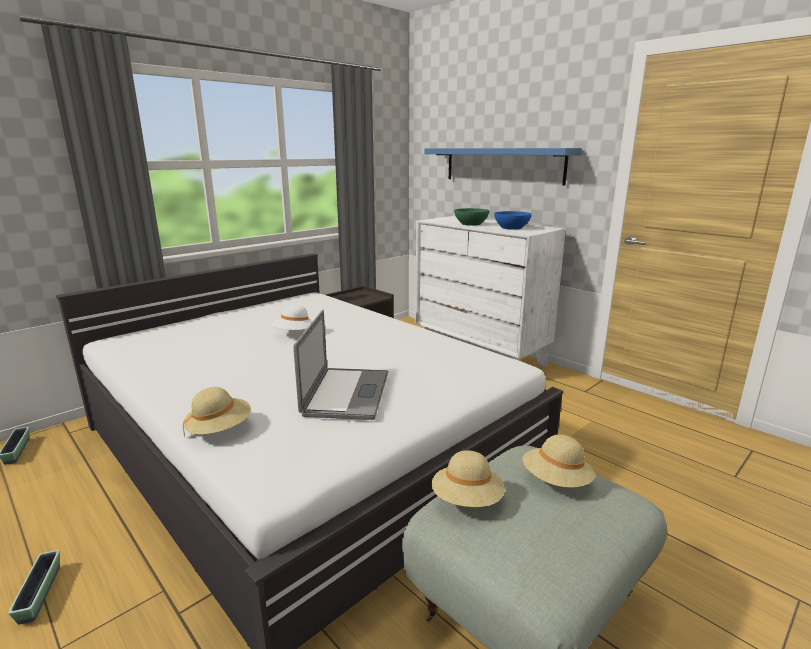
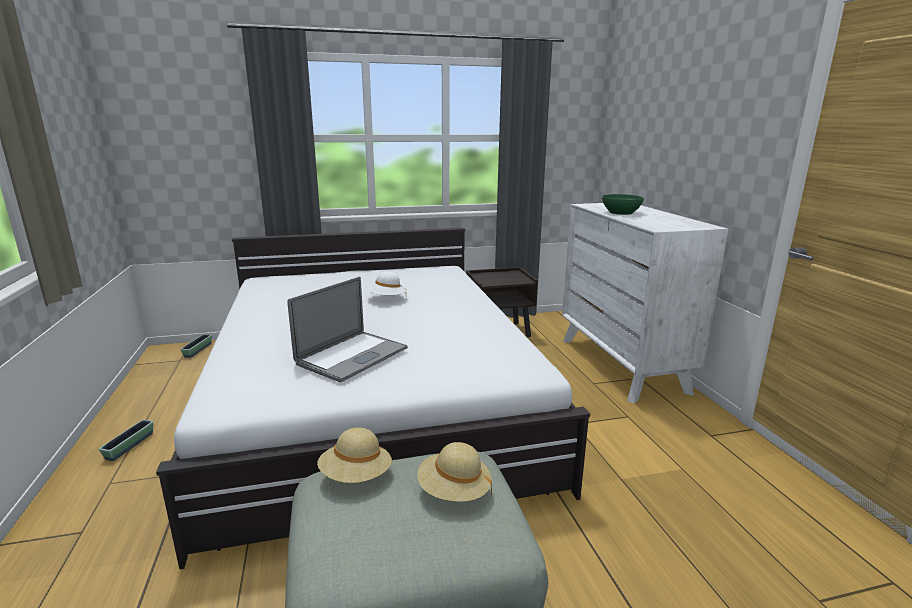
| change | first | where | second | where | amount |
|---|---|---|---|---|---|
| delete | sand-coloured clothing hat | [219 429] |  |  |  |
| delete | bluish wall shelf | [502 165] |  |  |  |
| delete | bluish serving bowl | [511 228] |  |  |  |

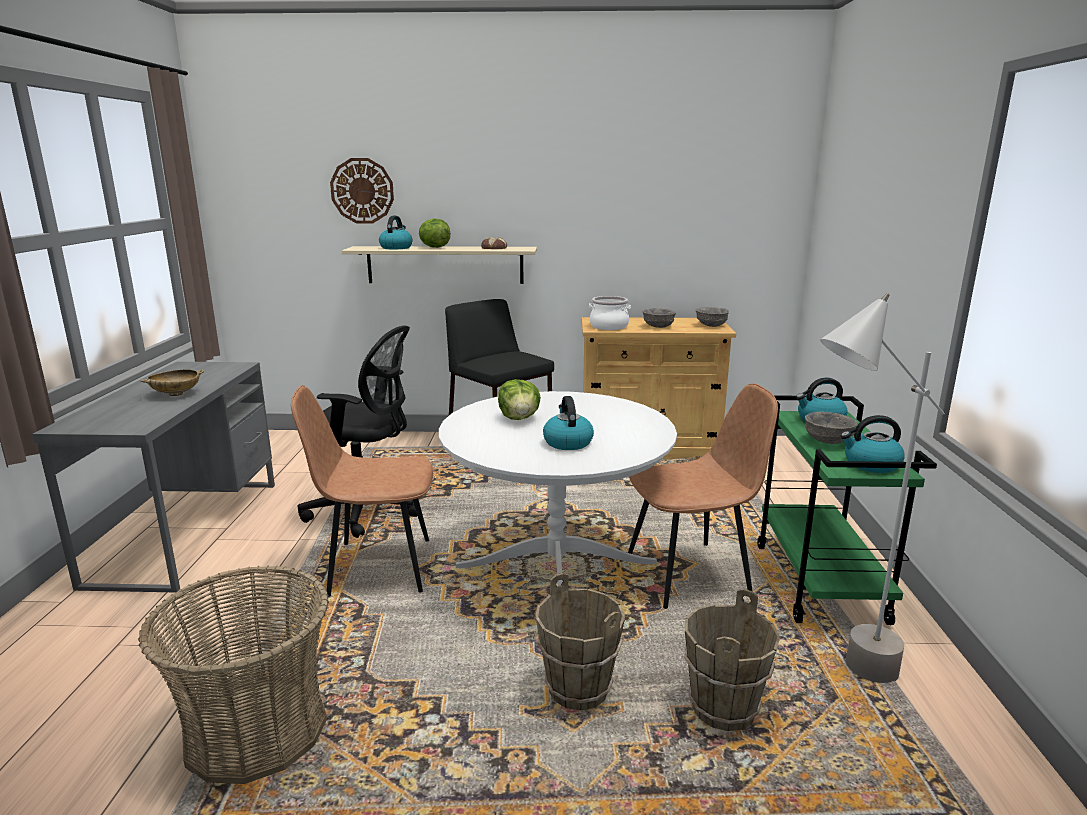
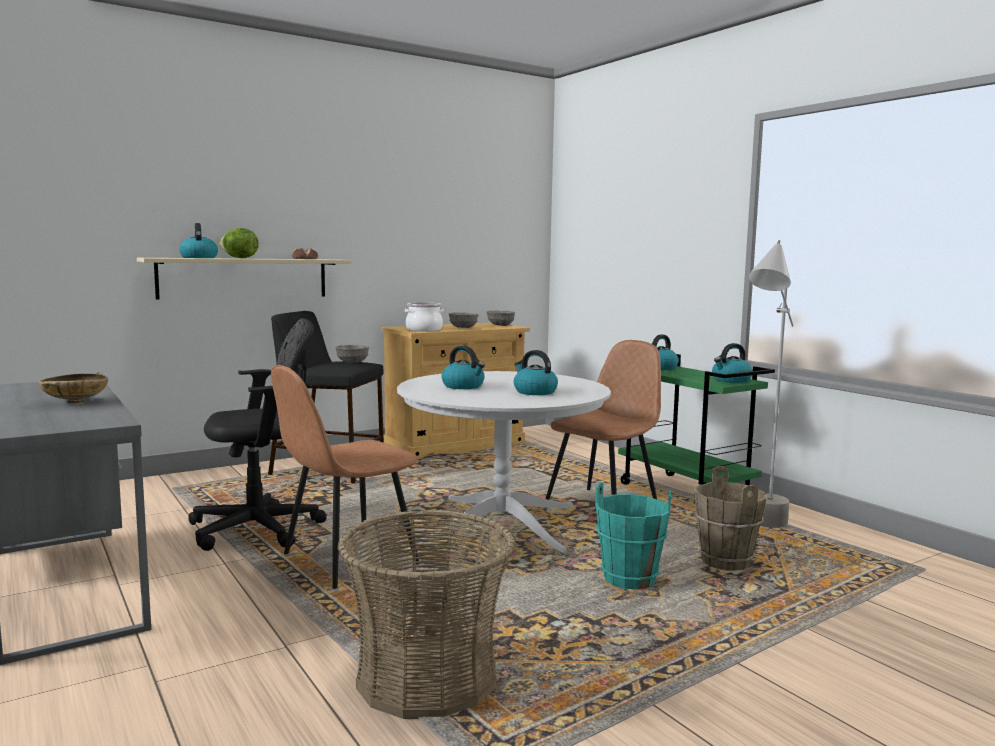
| change | first | where | second | where | amount |
|---|---|---|---|---|---|
| move | grey serving bowl | [827 441] |  | [352 362] |  |
| replace | lettuce | [519 418] | water kettle | [463 386] |  |
| recolor | brown bucket | [578 690] | turquoise bucket | [629 580] |  |
| delete | hanging clock | [362 191] |  |  |  |

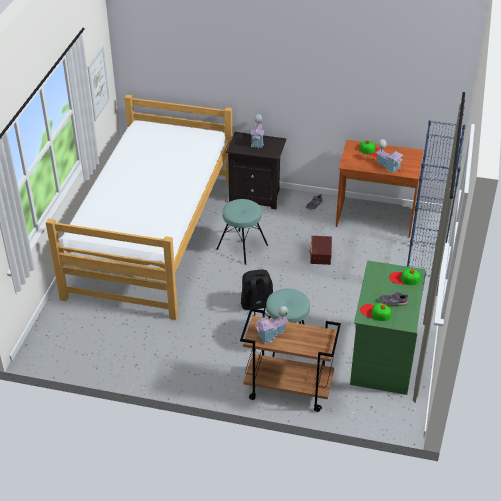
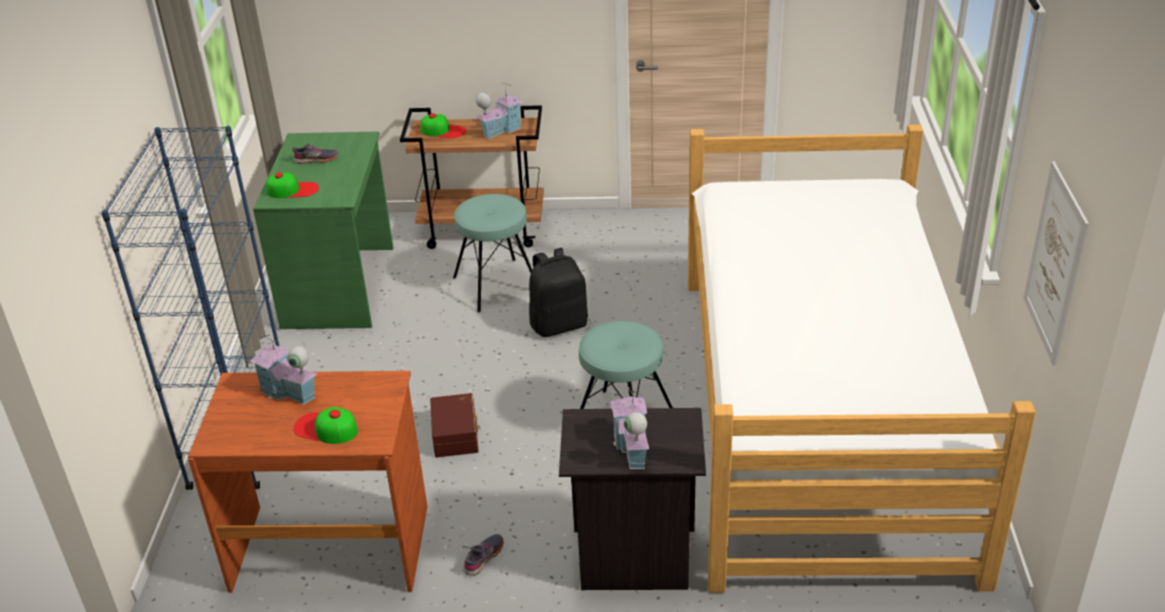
| change | first | where | second | where | amount |
|---|---|---|---|---|---|
| move | baseball cap | [375 312] |  | [443 130] |  |

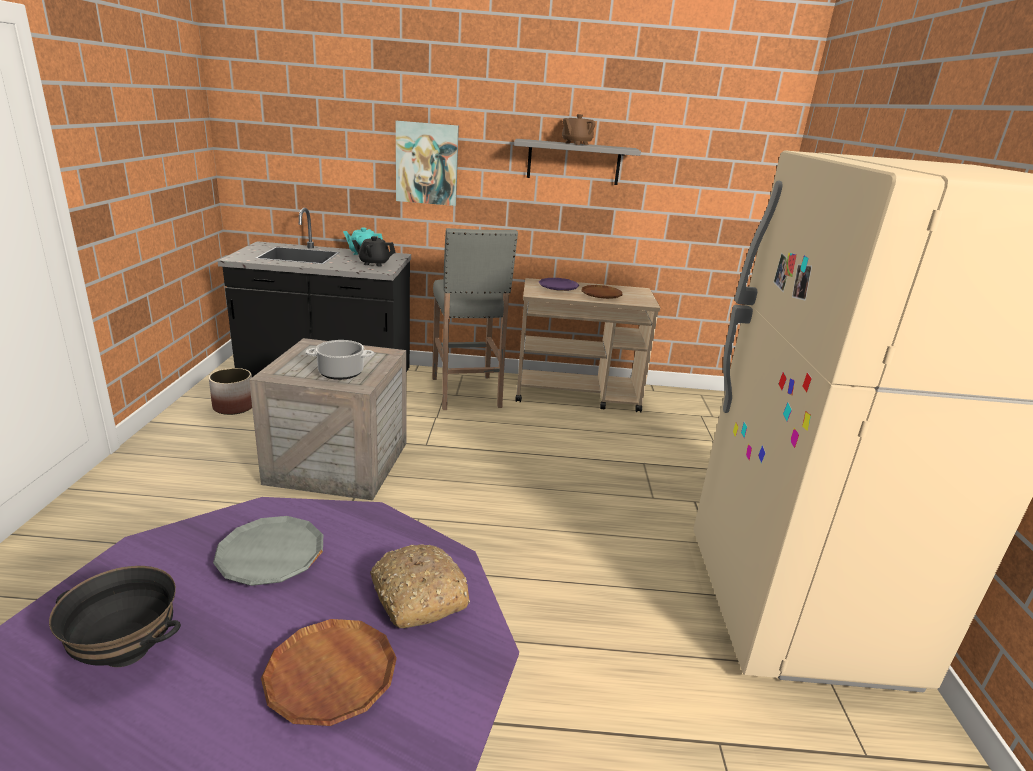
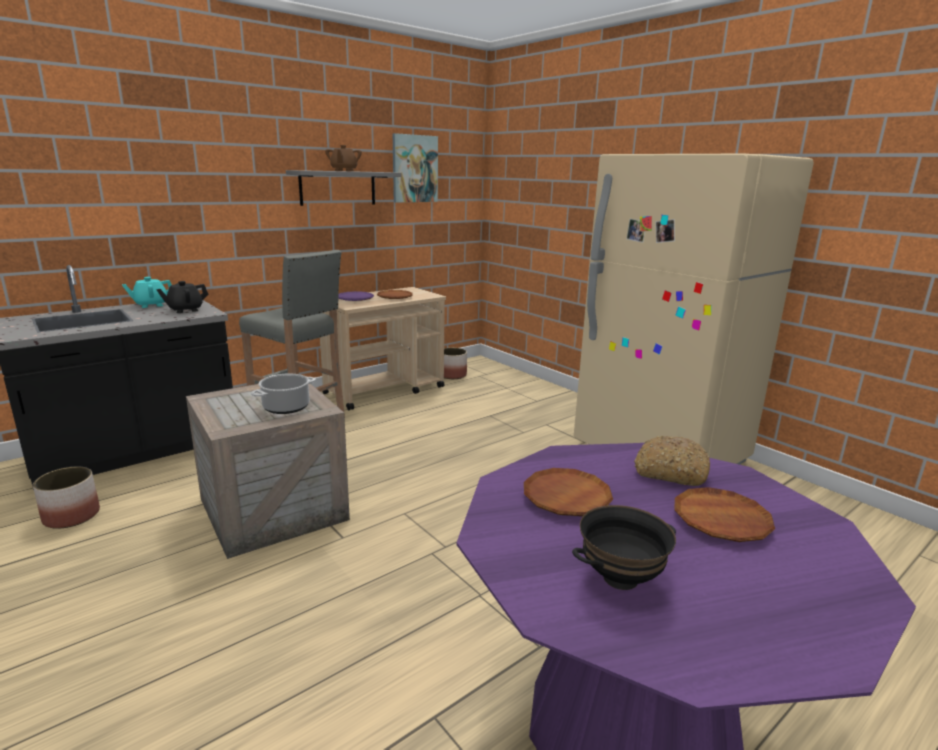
| change | first | where | second | where | amount |
|---|---|---|---|---|---|
| move | picture | [427 163] |  | [414 169] |  |
| insert |  |  | planter | [452 375] |  |
| recolor | grey dinner plate | [271 556] | brown dinner plate | [566 497] |  |

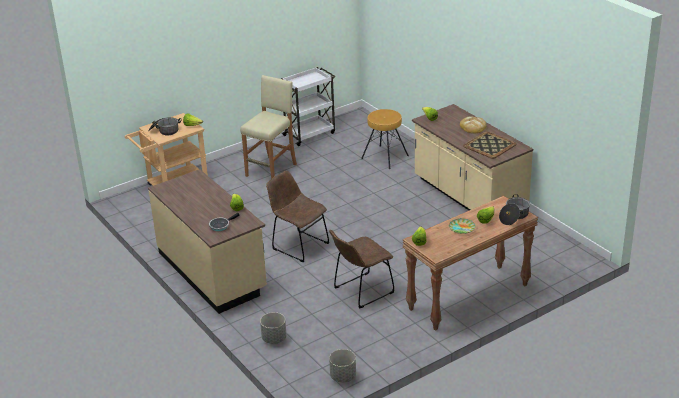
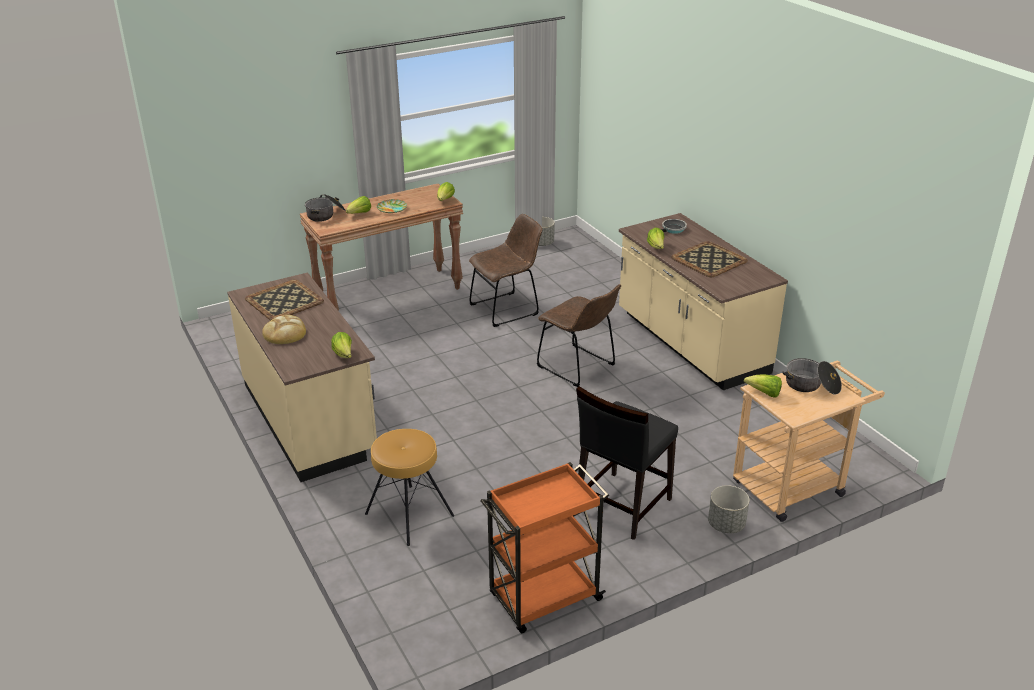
| change | first | where | second | where | amount |
|---|---|---|---|---|---|
| recolor | whitish trolley | [310 134] | orange-coloured trolley | [543 598] |  |
| replace | sand-coloured sitting stool | [272 170] | black upright chair | [621 505] |  |
| insert |  |  | tray | [710 260] |  |
| move | grey planter | [274 338] |  | [726 524] |  |

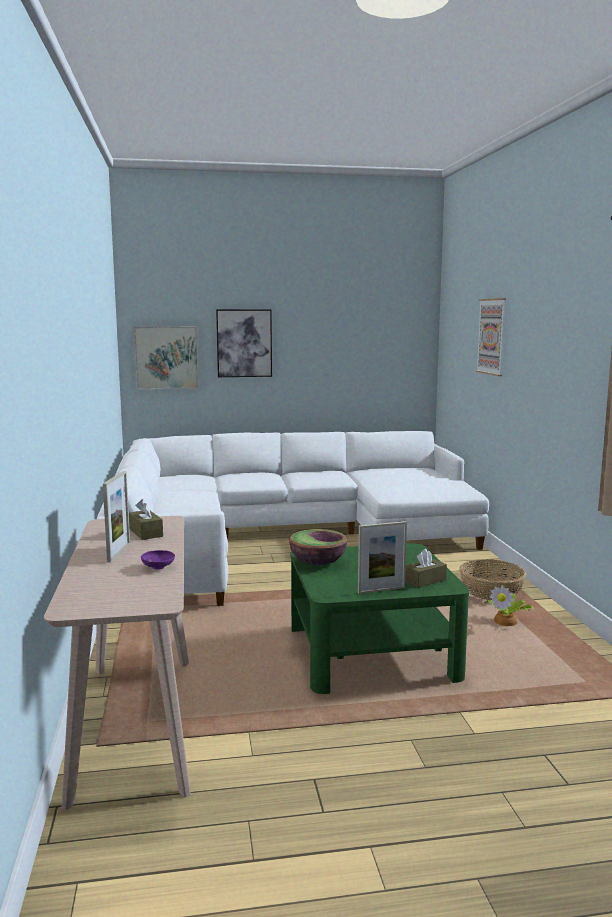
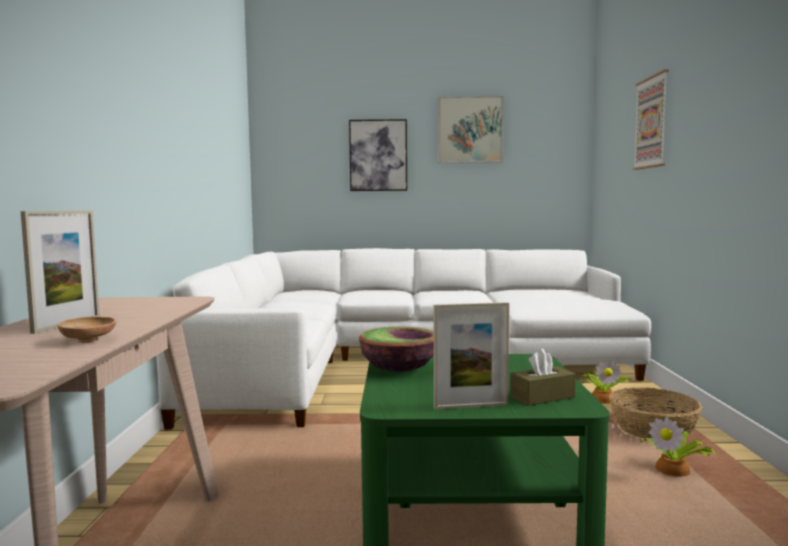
| change | first | where | second | where | amount |
|---|---|---|---|---|---|
| recolor | purple-coloured serving bowl | [158 567] | brown serving bowl | [88 340] |  |
| move | picture | [166 357] |  | [470 129] |  |
| insert |  |  | potted plant | [603 399] |  |
| delete | brown box of tissues | [146 533] |  |  |  |

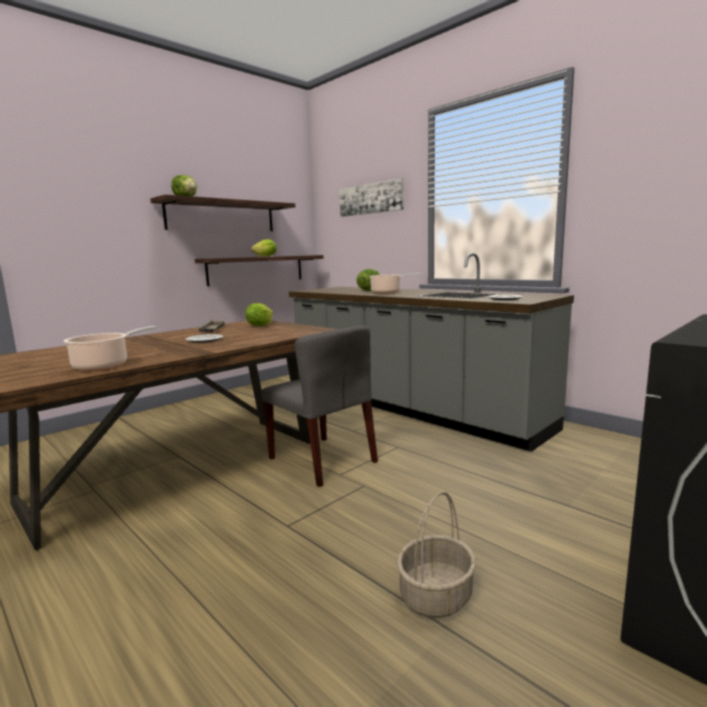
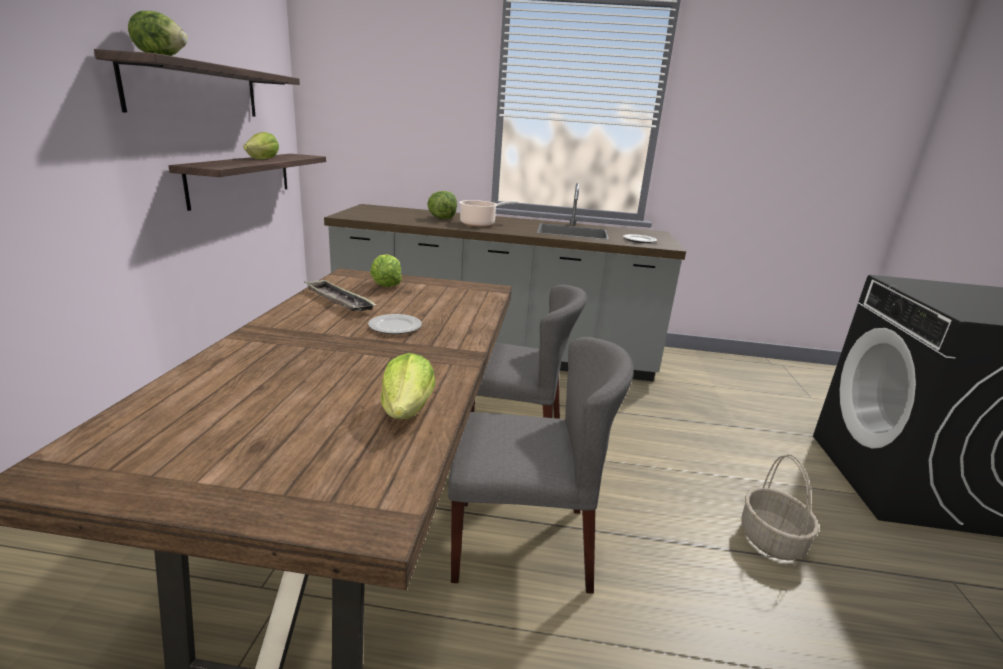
| change | first | where | second | where | amount |
|---|---|---|---|---|---|
| replace | cooking pot | [104 365] | lettuce | [407 410] |  |
| insert |  |  | grey upright chair | [522 542] |  |
| delete | picture | [371 198] |  |  |  |

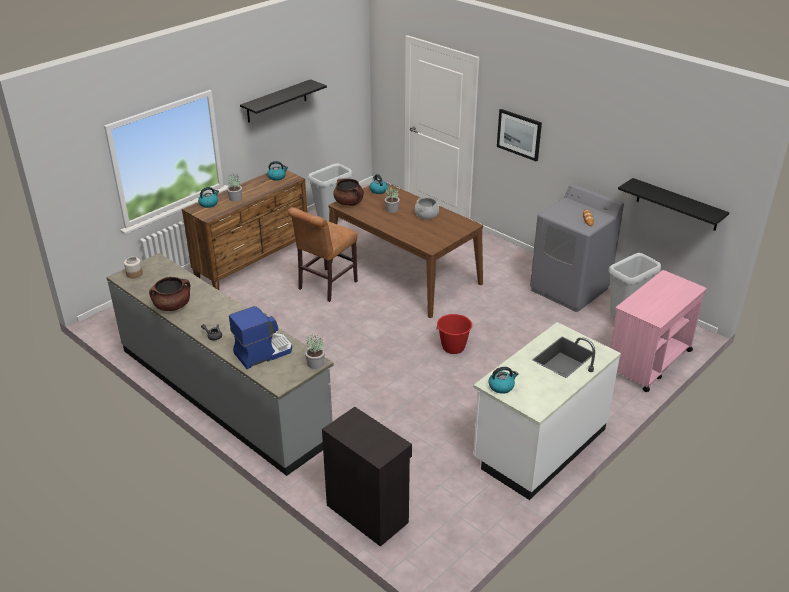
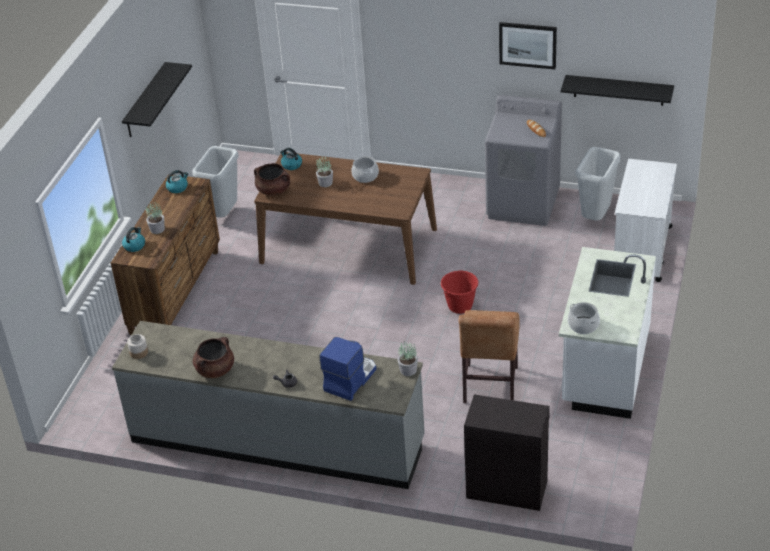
| change | first | where | second | where | amount |
|---|---|---|---|---|---|
| move | brown upright chair | [325 286] |  | [489 387] |  |
| move | picture | [519 134] |  | [527 45] |  |
| replace | water kettle | [501 386] | cooking pot | [583 325] |  |
| recolor | pink trolley | [648 361] | whitish trolley | [642 251] |  |

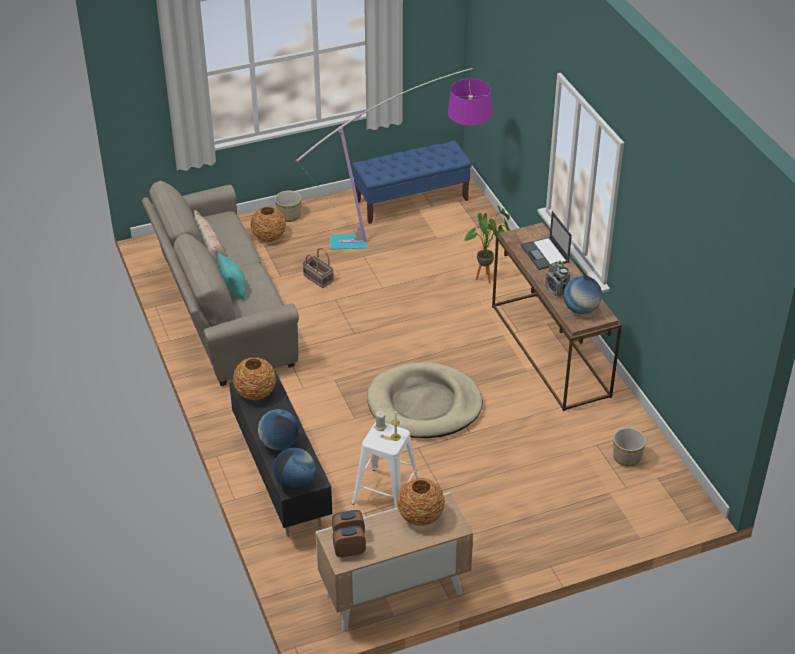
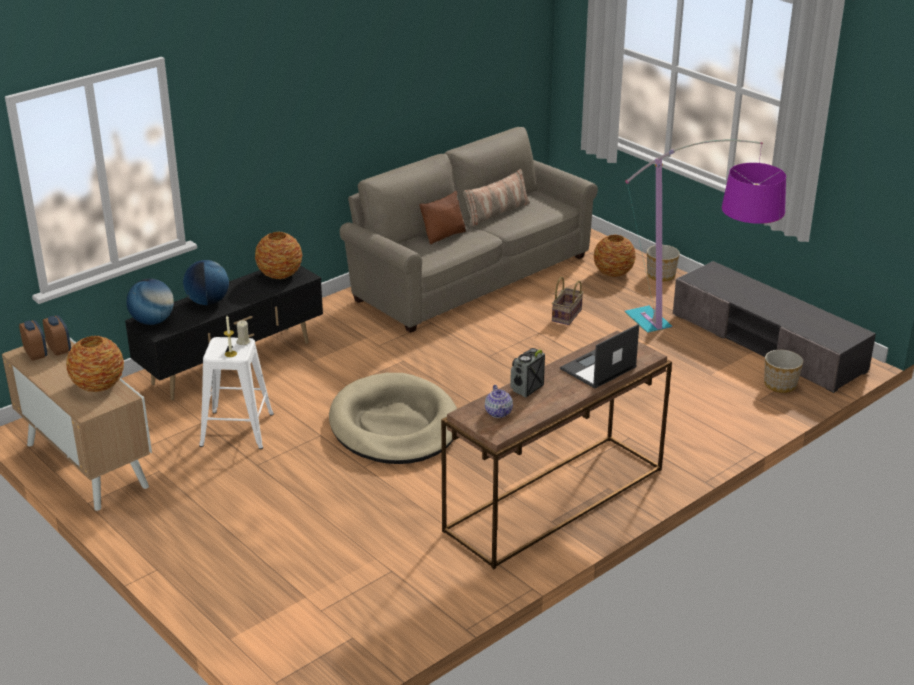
| change | first | where | second | where | amount |
|---|---|---|---|---|---|
| recolor | turquoise throw pillow | [233 289] | brown throw pillow | [444 235] |  |
| replace | desk globe | [580 309] | teapot | [498 412] |  |
| replace | bluish indoor bench | [412 201] | grey tv unit | [767 343] |  |
| move | planter | [627 458] |  | [779 385] |  |
| delete | potted plant | [488 279] |  |  |  |

